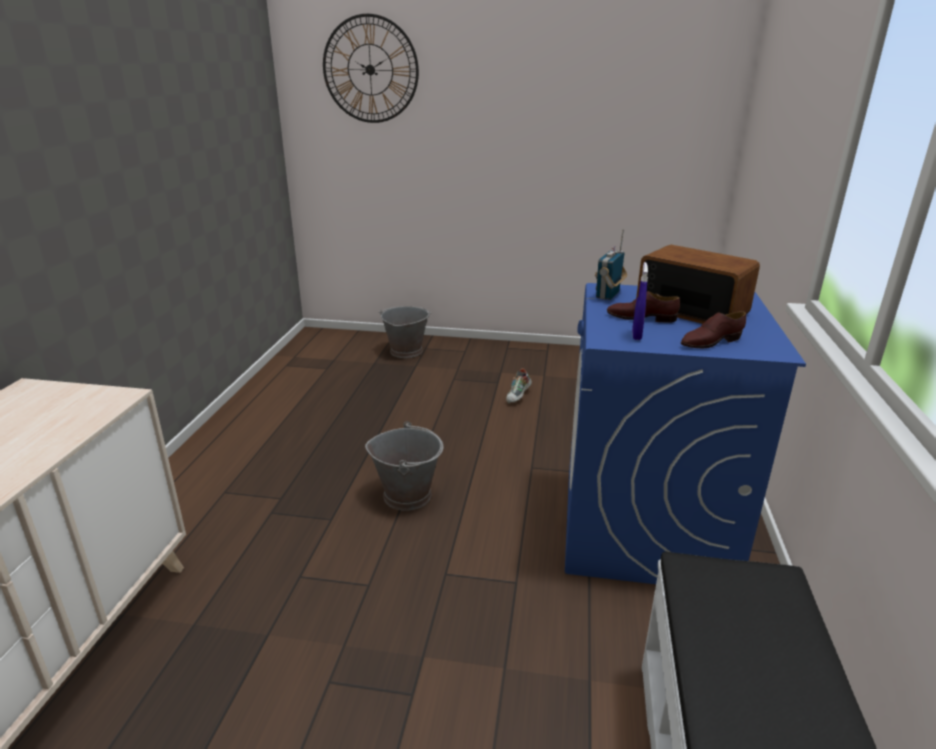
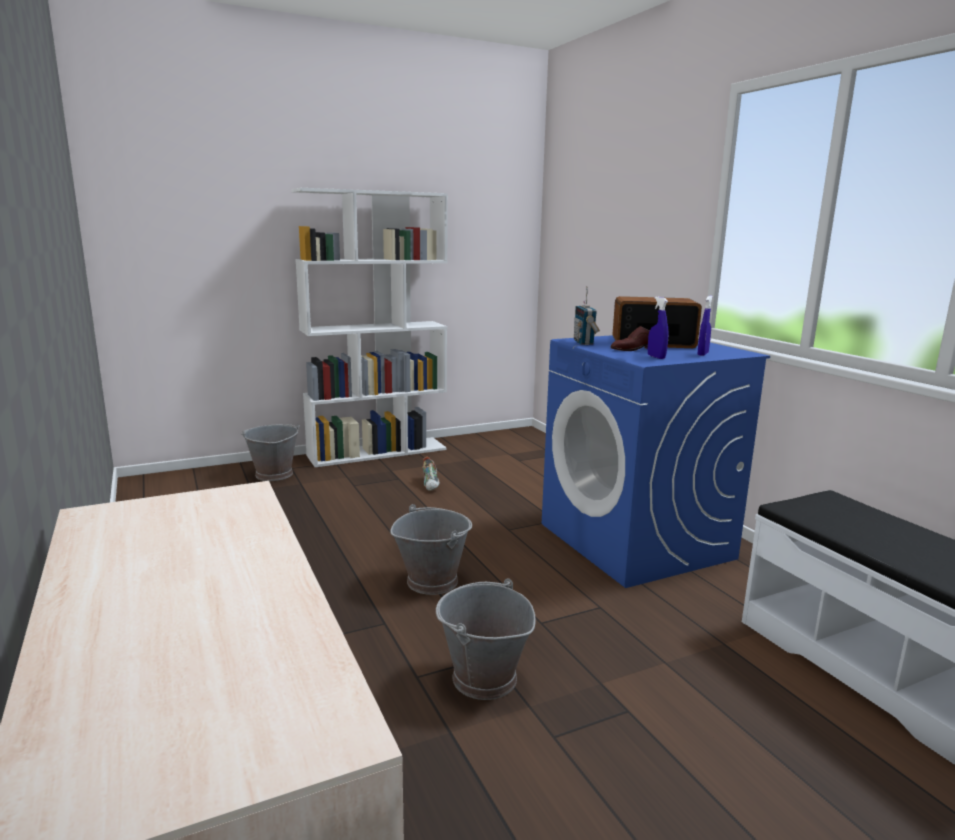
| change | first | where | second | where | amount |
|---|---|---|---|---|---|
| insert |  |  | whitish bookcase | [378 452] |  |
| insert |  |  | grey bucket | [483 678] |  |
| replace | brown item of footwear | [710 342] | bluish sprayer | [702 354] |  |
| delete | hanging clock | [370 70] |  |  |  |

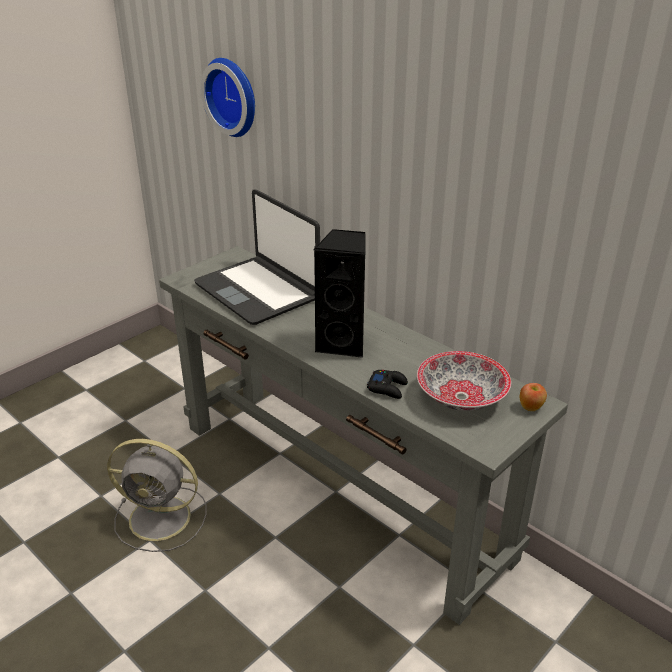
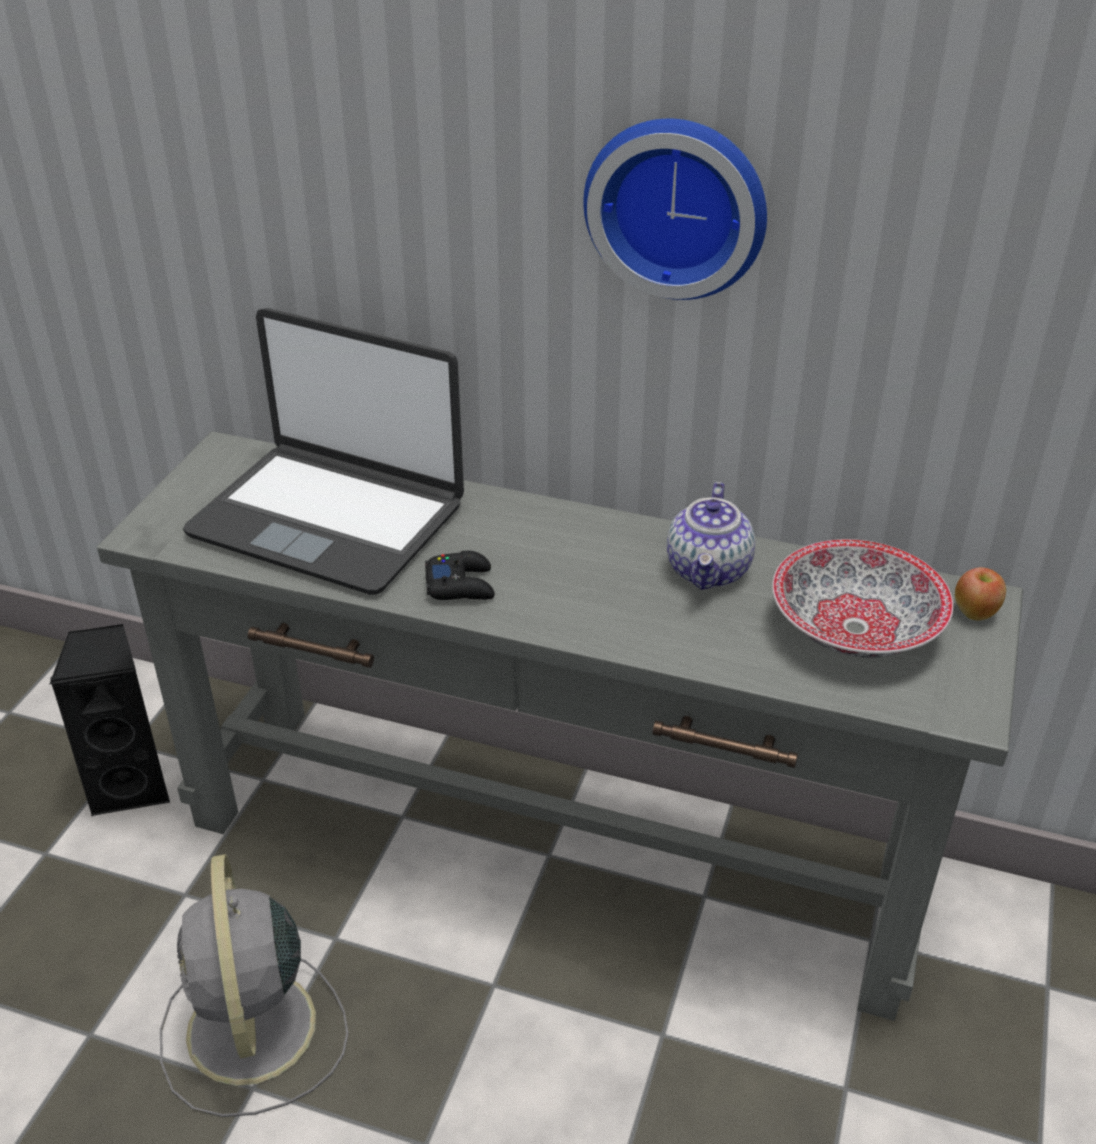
| change | first | where | second | where | amount |
|---|---|---|---|---|---|
| move | black audio speaker | [343 343] |  | [132 785] |  |
| rotate | grey cooling fan | [162 518] |  | [252 1032] | 90 degrees clockwise |
| move | black game controller | [387 388] |  | [461 585] |  |
| move | hanging clock | [233 96] |  | [678 205] |  |
| insert |  |  | teapot | [709 571] |  |

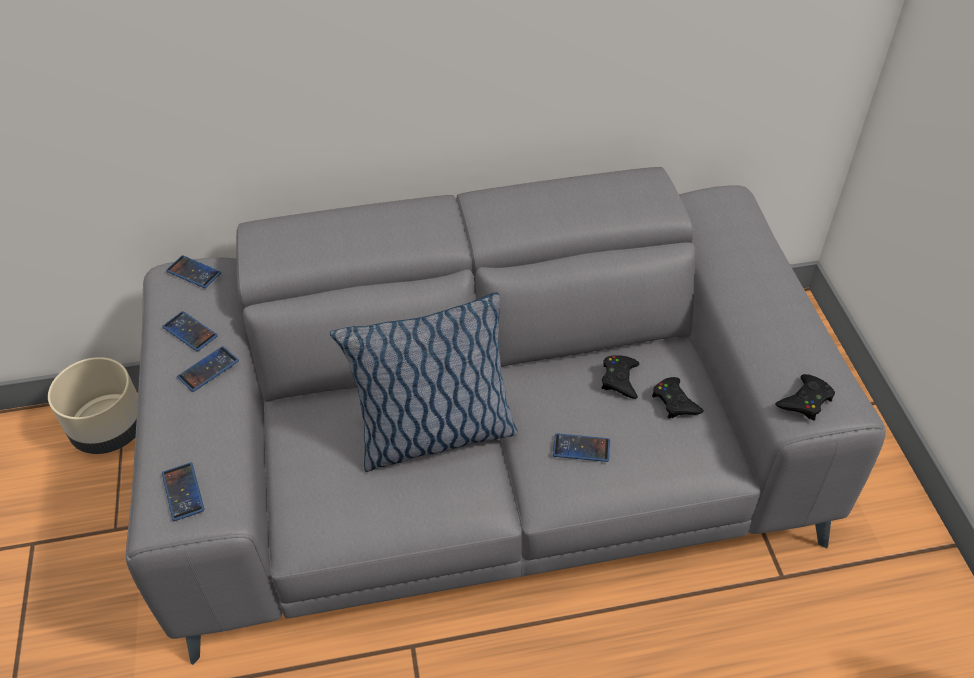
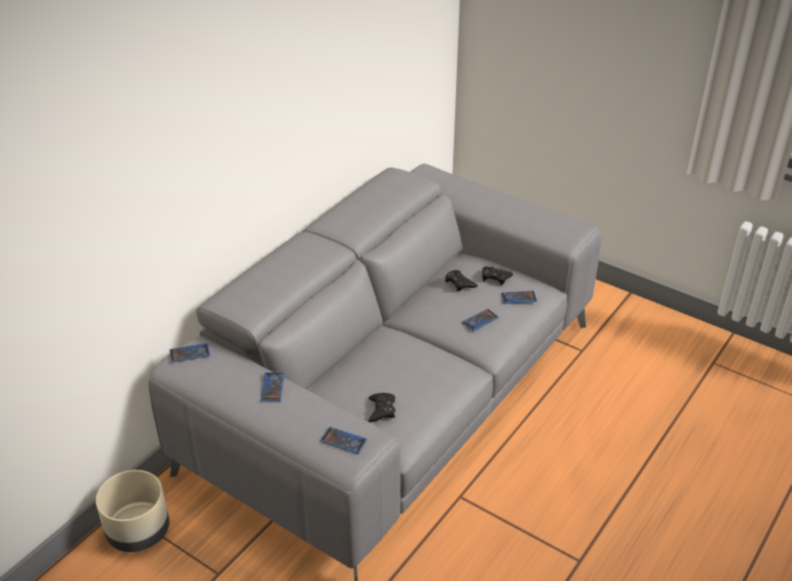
| change | first | where | second | where | amount |
|---|---|---|---|---|---|
| move | black game controller | [805 401] |  | [381 410] |  |
| move | telephone | [190 332] |  | [518 297] |  |
| delete | throw pillow | [434 435] |  |  |  |

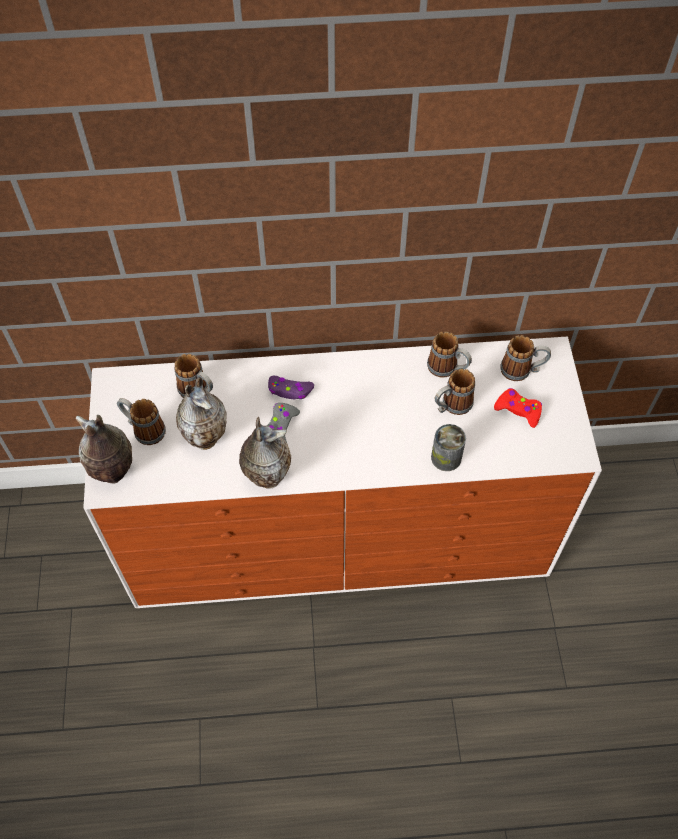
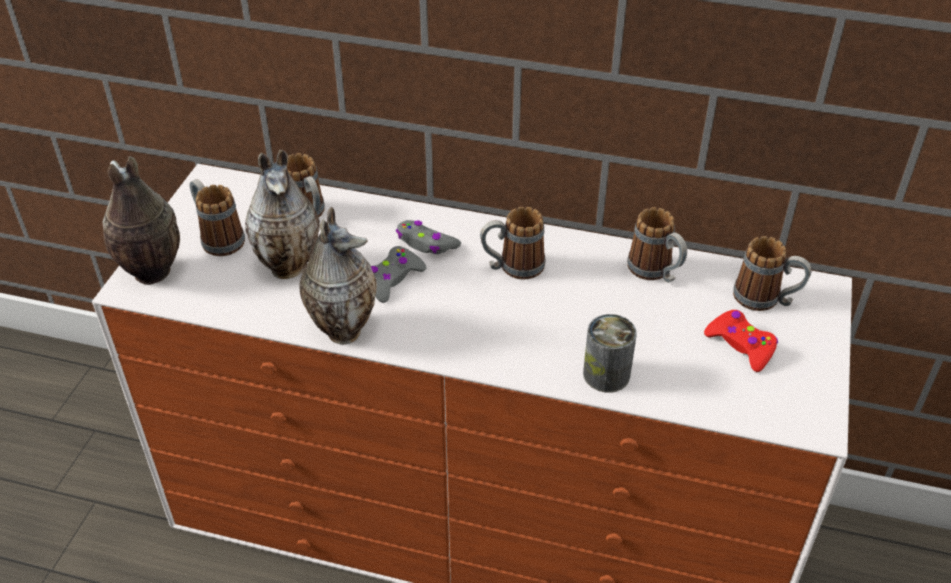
| change | first | where | second | where | amount |
|---|---|---|---|---|---|
| recolor | purple-coloured game controller | [290 390] | grey game controller | [426 243] |  |
| move | coffee mug | [451 406] |  | [512 267] |  |

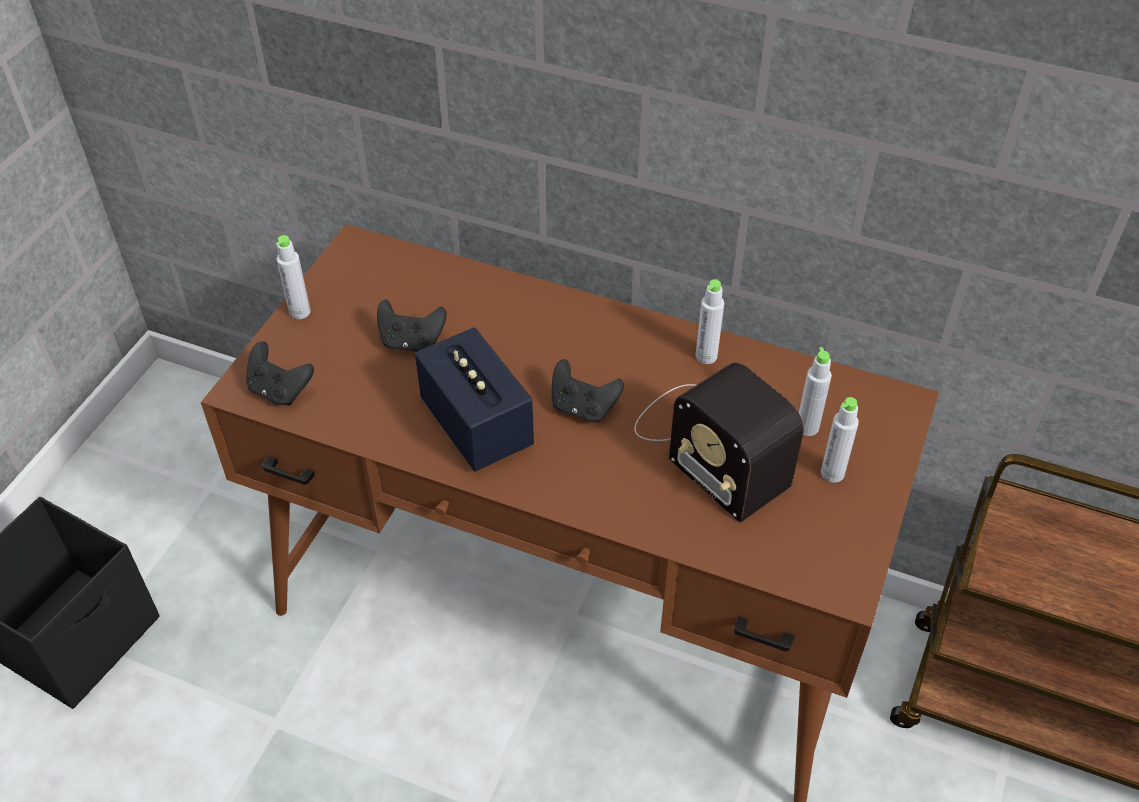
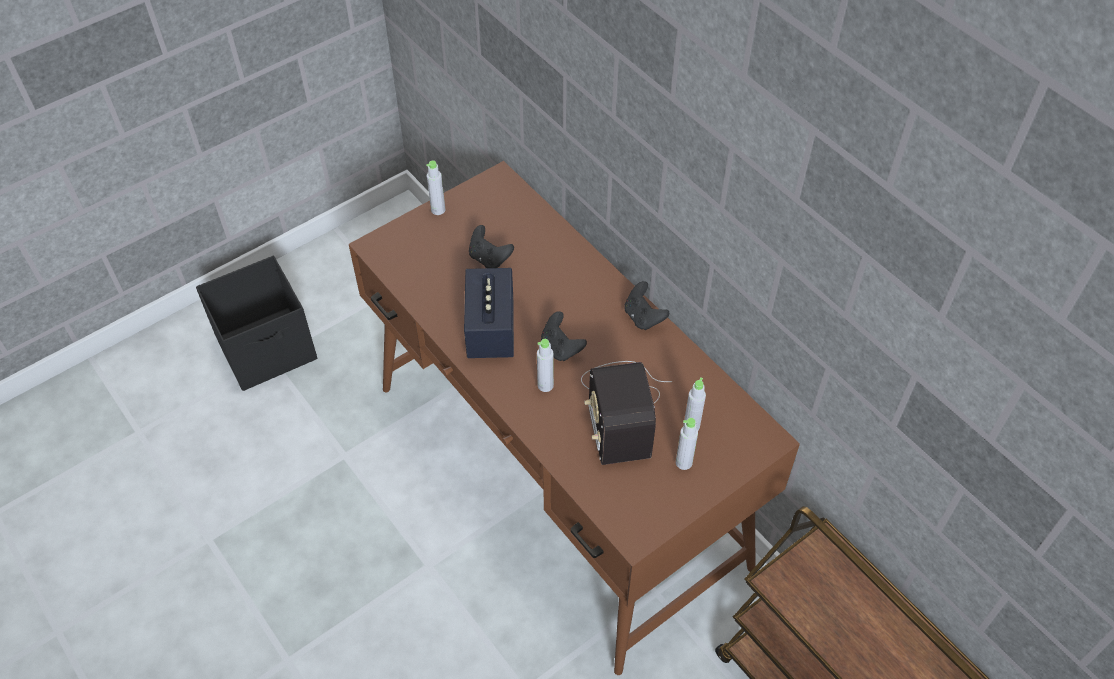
| change | first | where | second | where | amount |
|---|---|---|---|---|---|
| move | grey beverage bottle | [706 356] |  | [545 385] |  |
| move | black game controller | [280 391] |  | [643 317] |  |

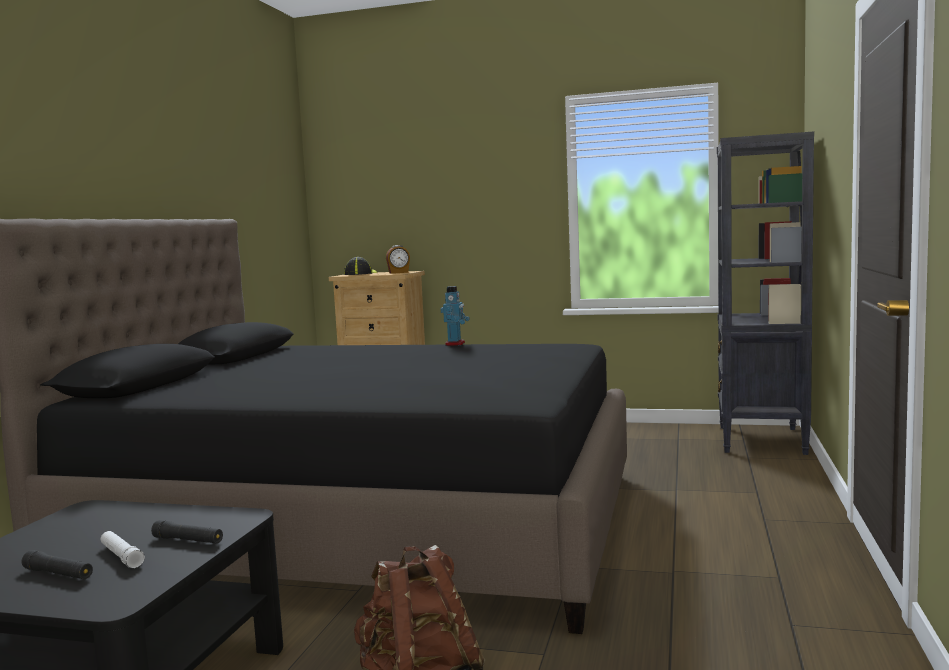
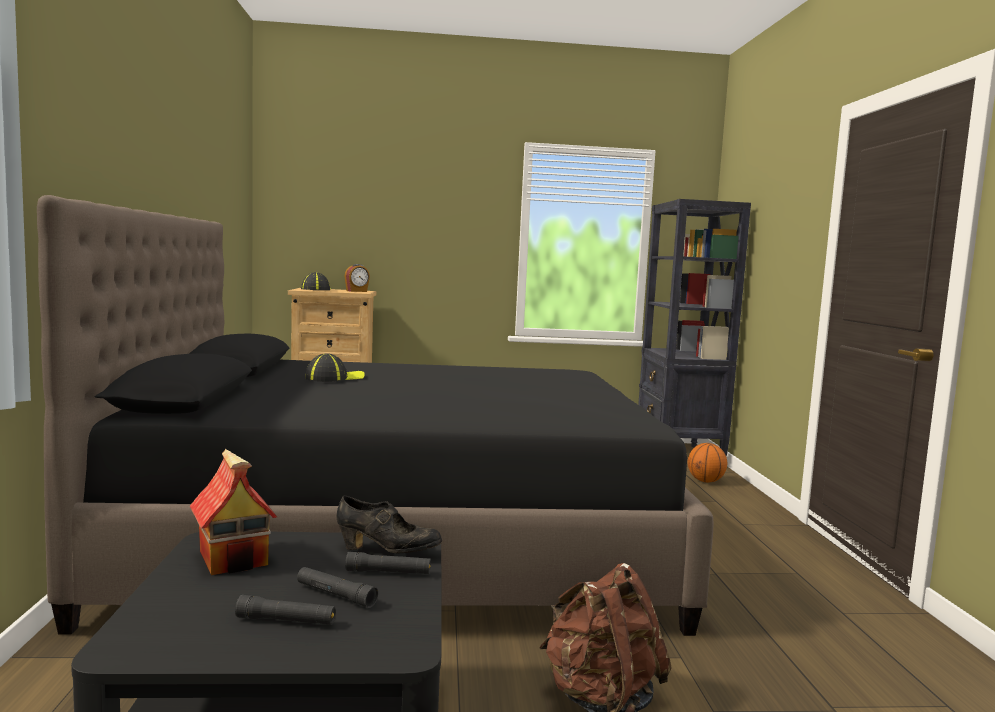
| change | first | where | second | where | amount |
|---|---|---|---|---|---|
| insert |  |  | miniature house | [235 558] |  |
| recolor | whitish torch | [121 556] | black torch | [335 595] |  |
| insert |  |  | baseball cap | [334 378] |  |
| insert |  |  | black item of footwear | [387 552] |  |
| insert |  |  | basketball ball | [705 481] |  |
| delete | model robot | [455 344] |  |  |  |

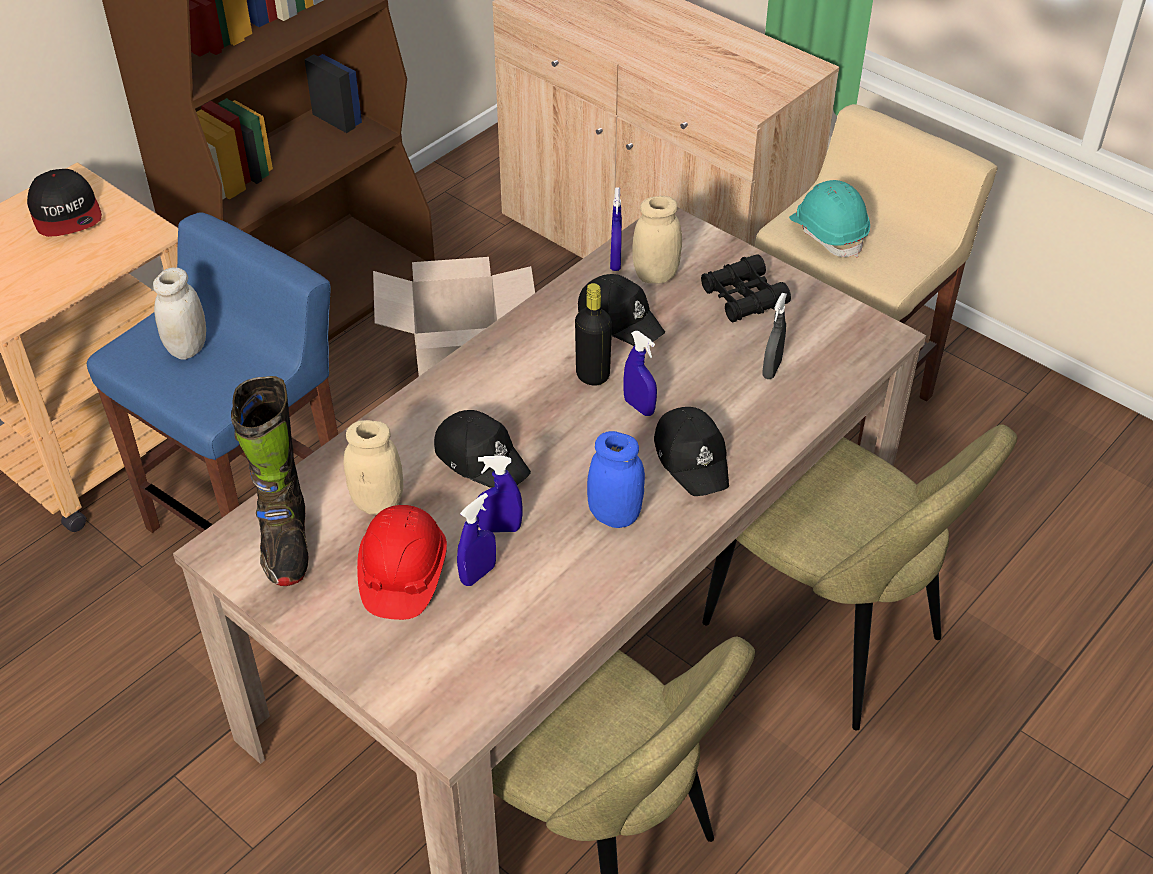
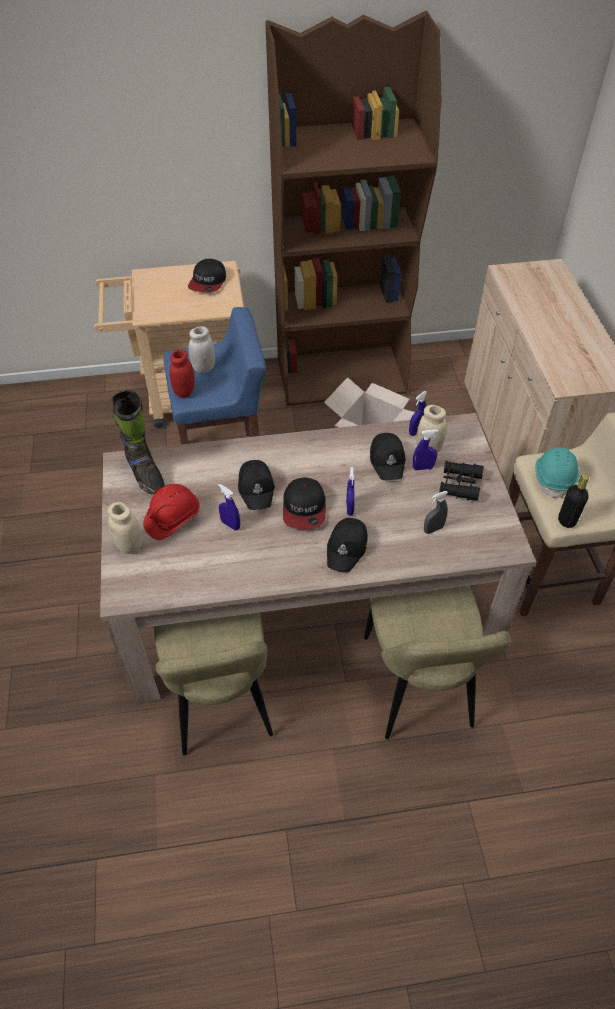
| change | first | where | second | where | amount |
|---|---|---|---|---|---|
| move | sand-coloured storage jar | [378 502] |  | [129 545] |  |
| rotate | black boot | [285 541] |  | [145 474] | 60 degrees counterclockwise |
| insert |  |  | reddish storage jar | [184 392] |  |
| insert |  |  | baseball cap | [304 508] |  |
| move | bluish sprayer | [478 574] |  | [423 467] |  |
| move | black beverage bottle | [592 375] |  | [566 520] |  |
| delete | bluish storage jar | [614 515] |  |  |  |

